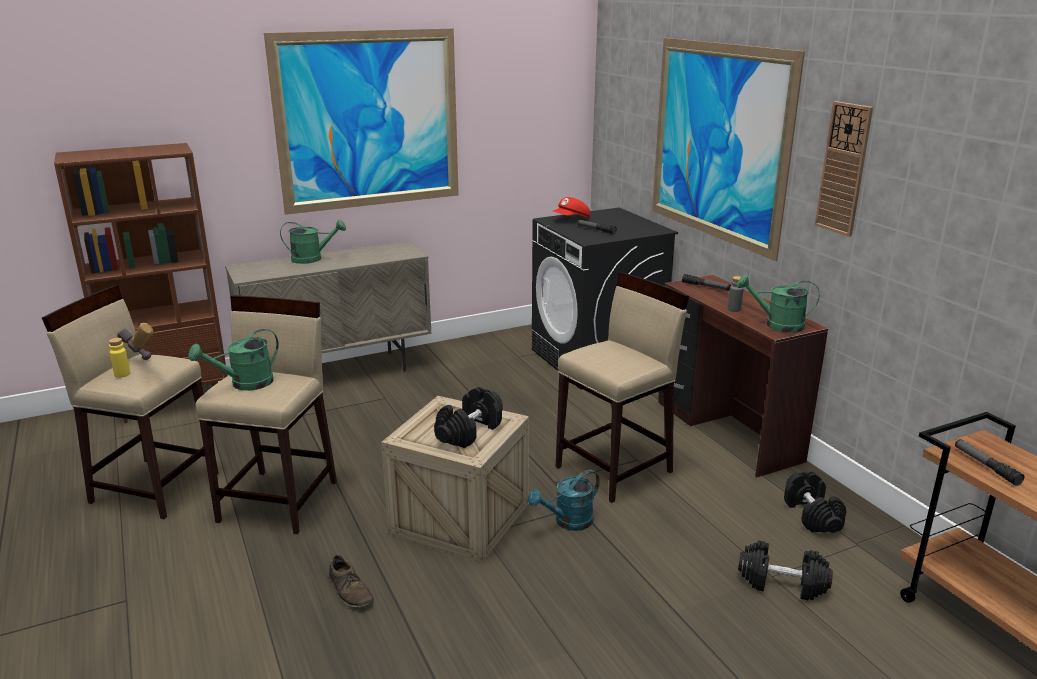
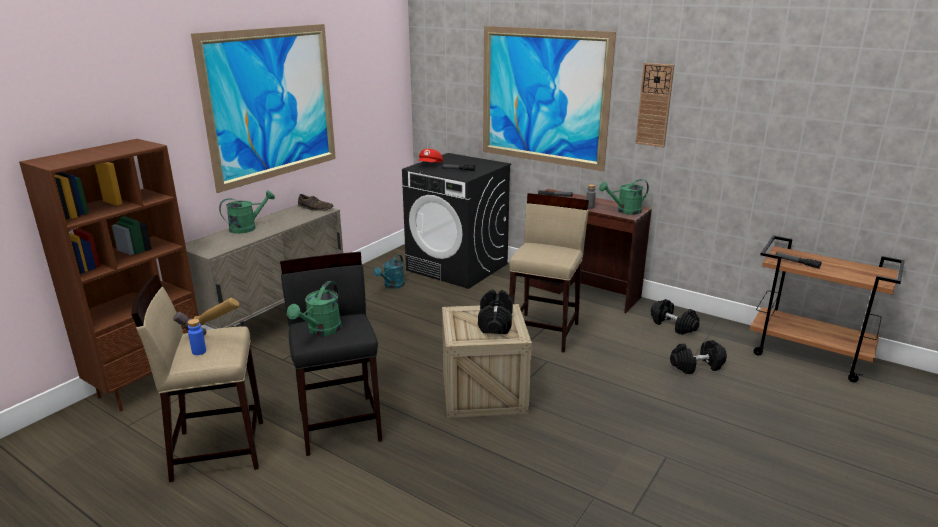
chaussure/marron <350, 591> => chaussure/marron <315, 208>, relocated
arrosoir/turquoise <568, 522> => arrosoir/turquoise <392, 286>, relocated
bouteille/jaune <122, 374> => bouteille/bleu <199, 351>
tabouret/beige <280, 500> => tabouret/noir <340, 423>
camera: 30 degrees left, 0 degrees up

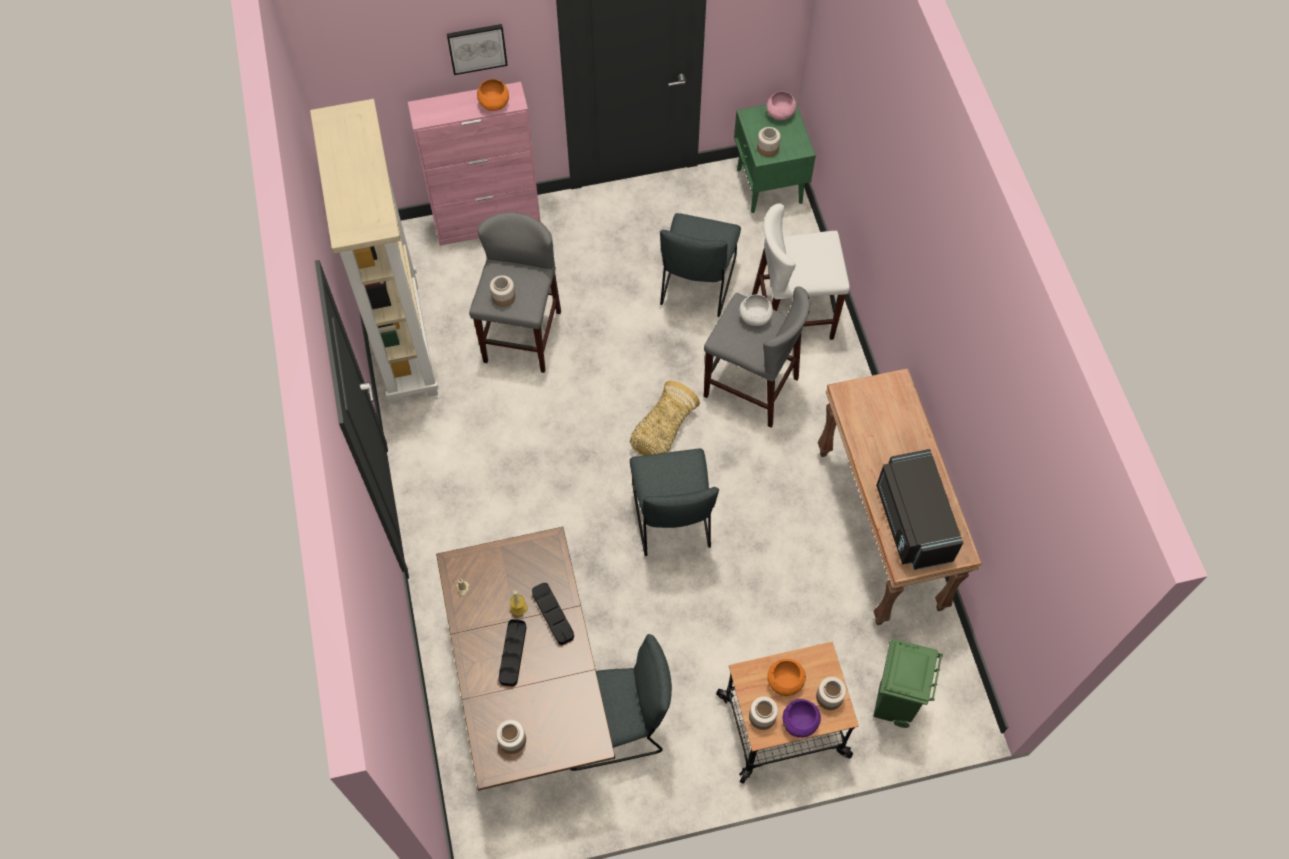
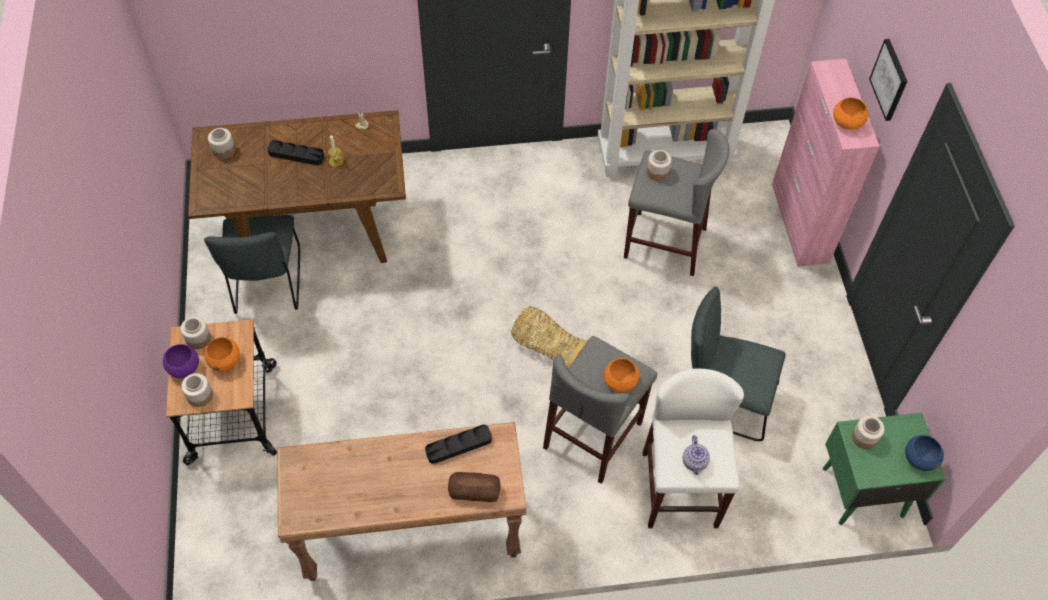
chaise/gris <672, 519> => nothing
poubelle/vert <892, 705> => nothing
micro-ondes/noir <911, 521> => nothing
nothing => pain <474, 491>
nothing => théière <695, 462>
plateau/noir <553, 615> => plateau/noir <458, 446>, relocated
bol/blanc <755, 317> => bol/orange <619, 382>
bol/rose <780, 114> => bol/bleu <919, 458>
camera: 95 degrees right, 5 degrees down

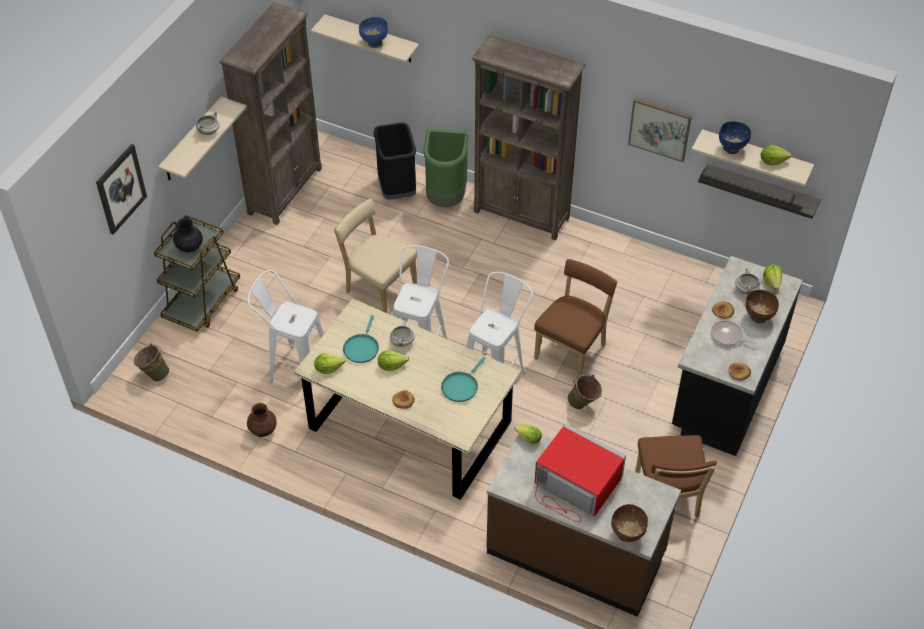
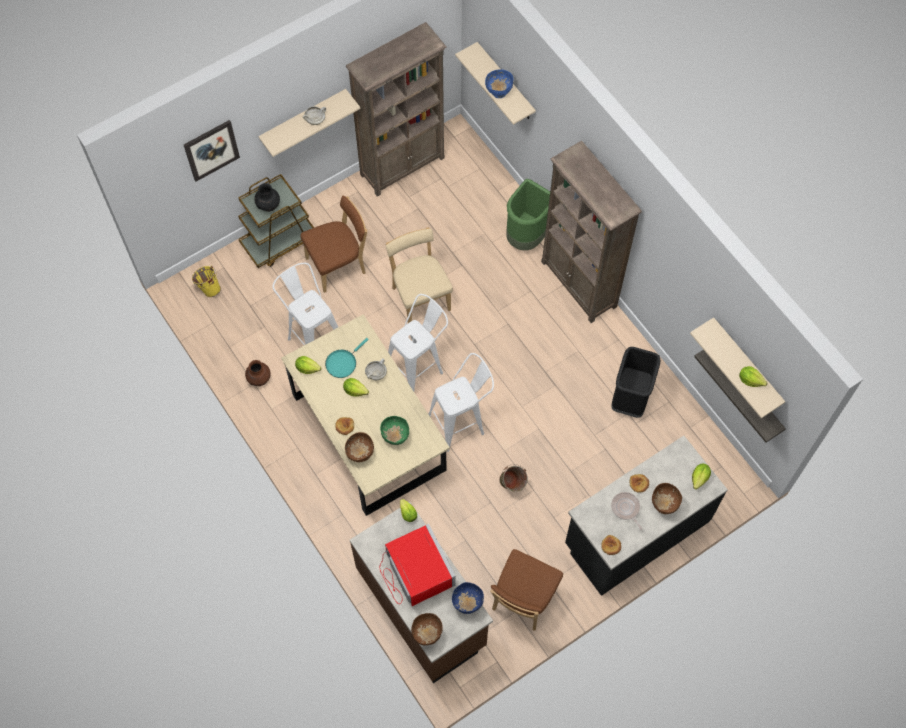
tableau <659, 129> => nothing
marmite/blanc <746, 290> => nothing
nothing => bol/marron <360, 454>
poubelle/noir <397, 189> => poubelle/noir <630, 399>, relocated
chaise/marron <572, 350> => chaise/marron <338, 265>, relocated
bol/bleu <731, 149> => bol/bleu <467, 603>, relocated
poêle/turquoise <461, 386> => bol/vert <395, 437>
seau/vert <154, 374> => seau/jaune <209, 288>
camera: 30 degrees right, 15 degrees up

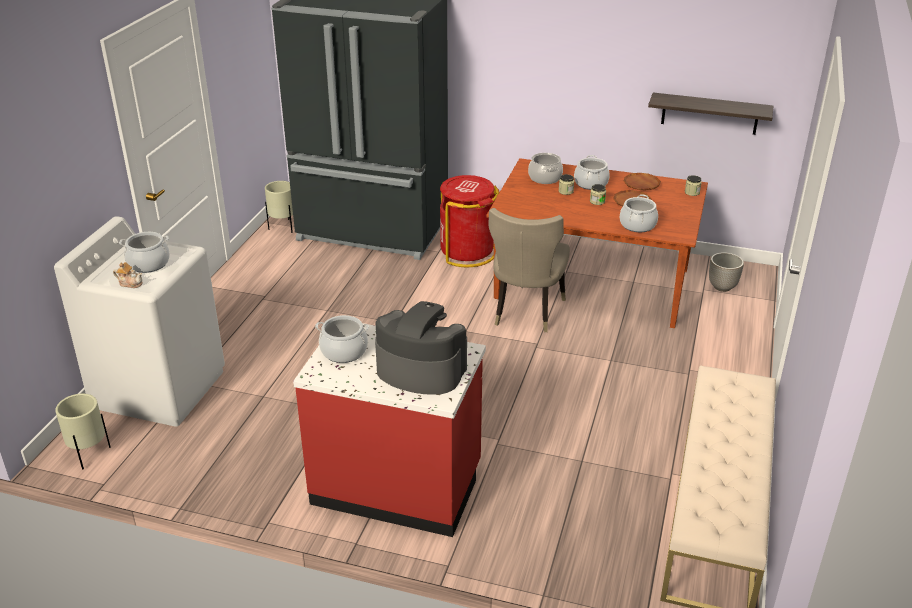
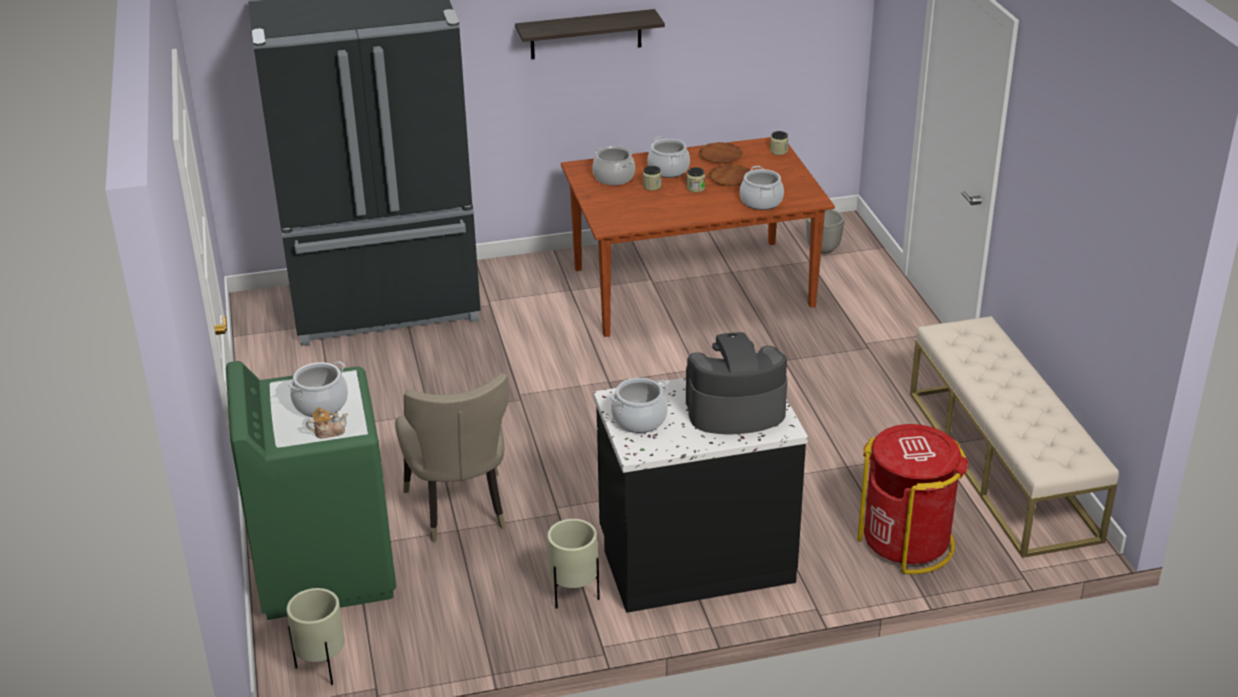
cache-pot/beige <283, 227> => cache-pot/beige <574, 595>, relocated
poubelle/rouge <467, 252> => poubelle/rouge <907, 542>, relocated
chaise/beige <525, 313> => chaise/beige <460, 510>, relocated
étagère <709, 113> => étagère <586, 34>, relocated
lave-linge/blanc <160, 388> => lave-linge/vert <324, 567>
comptoir de cuisine/rouge <397, 485> => comptoir de cuisine/noir <695, 559>
camera: 30 degrees left, 0 degrees up

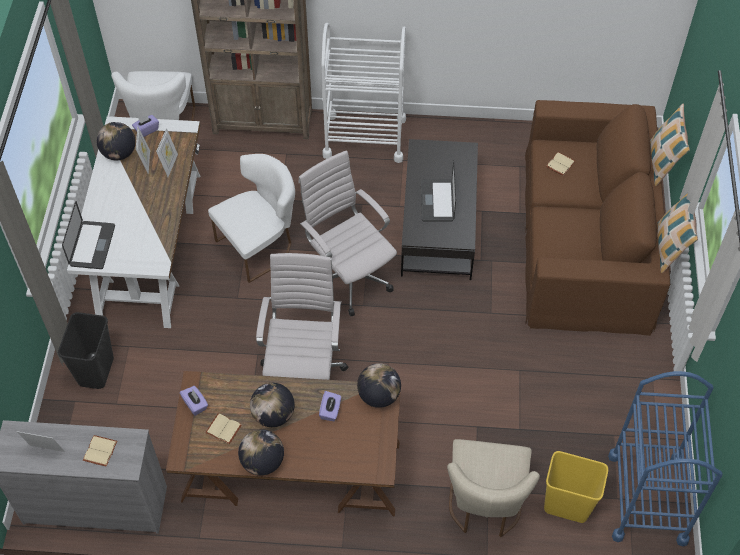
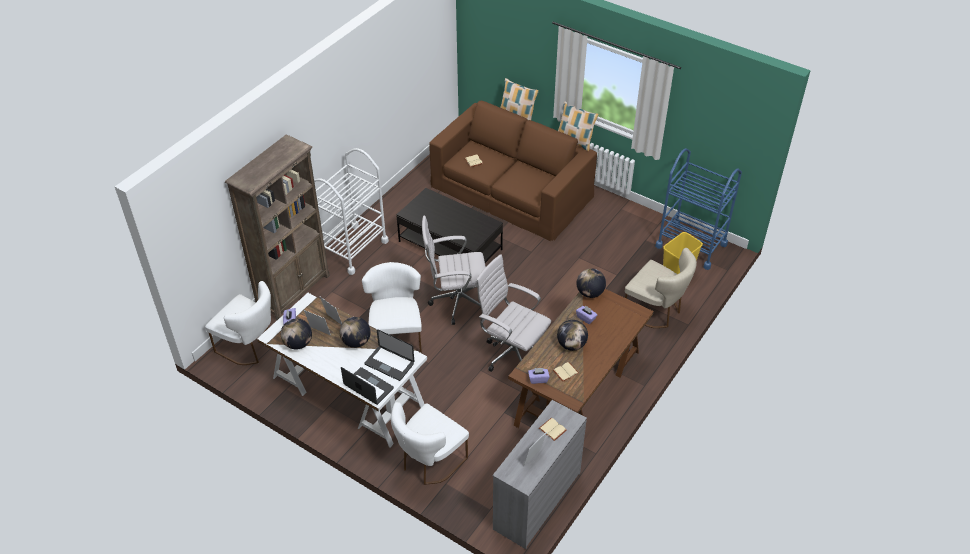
globe <262, 462> => globe <356, 342>, relocated
ordinateur portable <437, 201> => ordinateur portable <389, 364>, relocated
poubelle/noir <95, 370> => chaise/blanc <429, 462>
camera: 60 degrees left, 10 degrees down

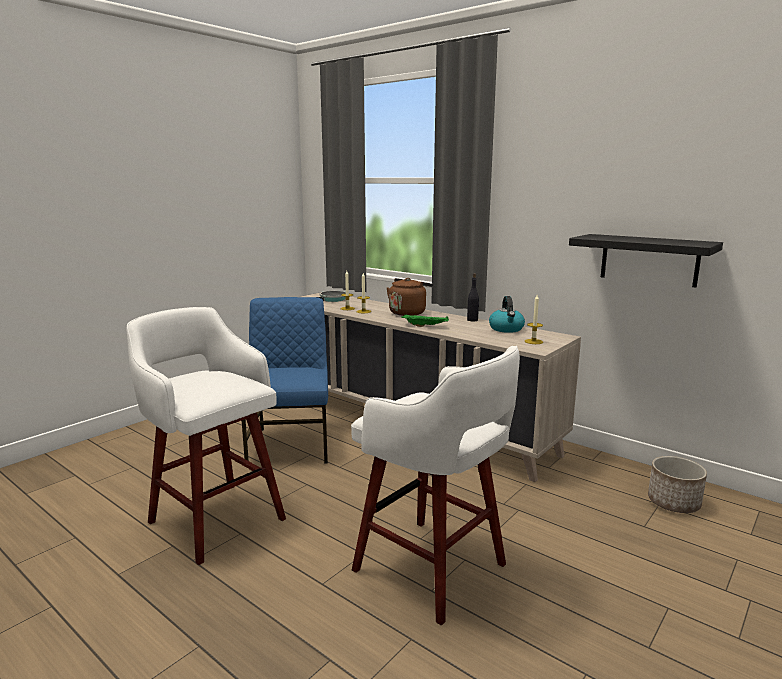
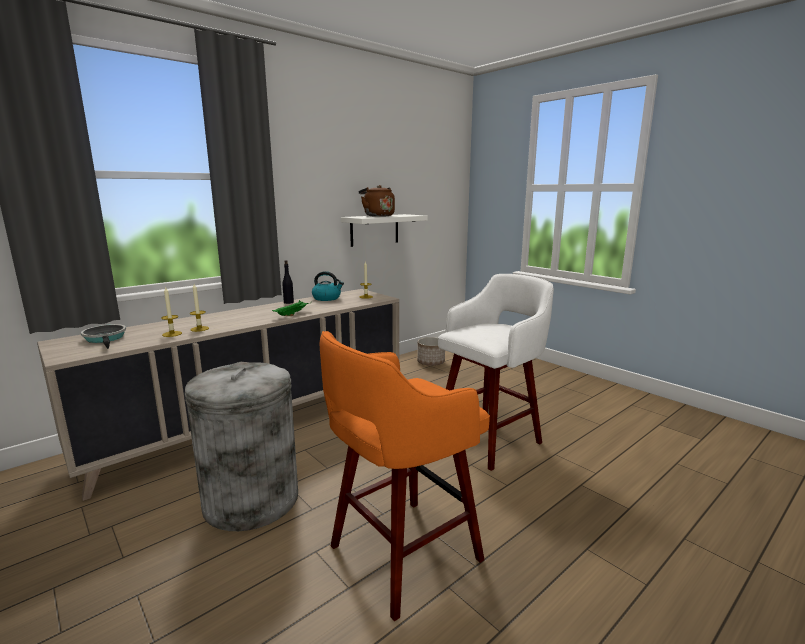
bouilloire/marron <408, 313> => bouilloire/marron <377, 216>, relocated
chaise/bleu <290, 444> => poubelle/gris <251, 499>
tabouret/blanc <215, 518> => tabouret/orange <401, 555>
étagère/noir <649, 260> => étagère/blanc <374, 230>
camera: 80 degrees left, 0 degrees up

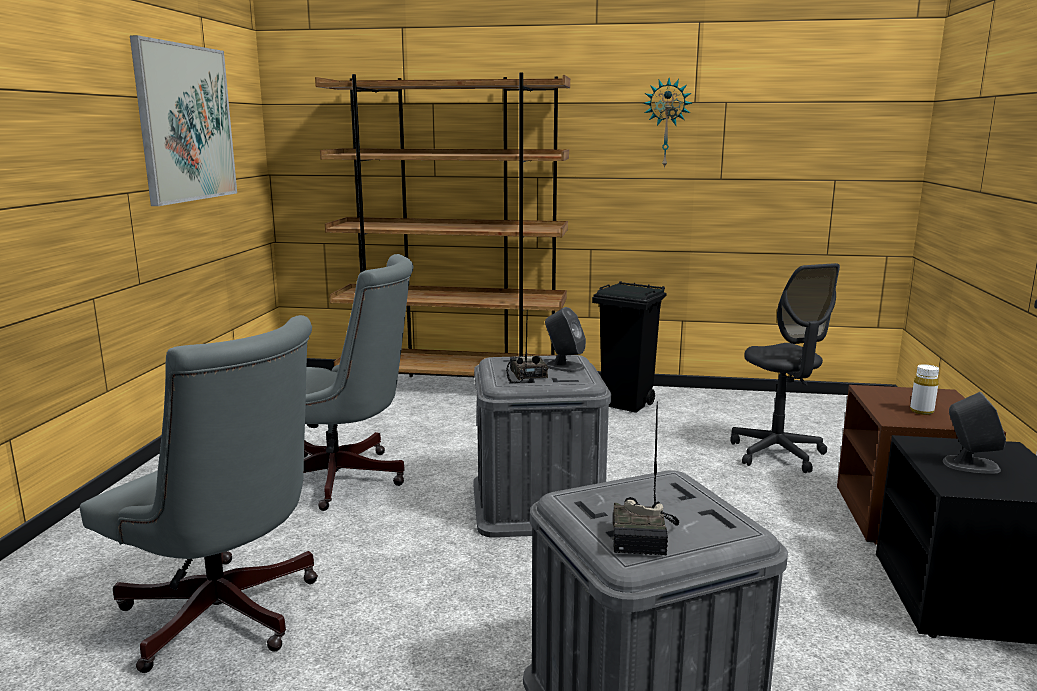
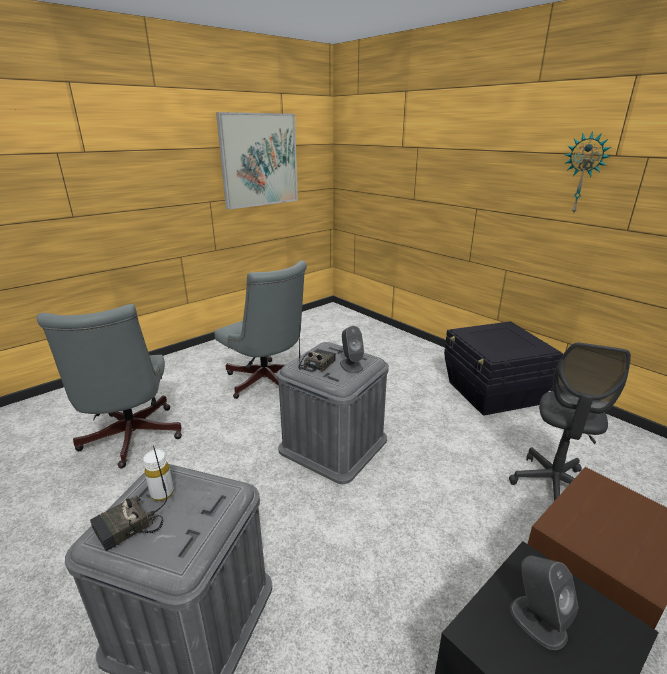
bibliothèque/marron <452, 387> => nothing
bouteille/blanc <921, 411> => bouteille/blanc <162, 493>, relocated
poubelle/noir <627, 404> => boîte de rangement/noir <492, 393>
camera: 40 degrees right, 10 degrees up

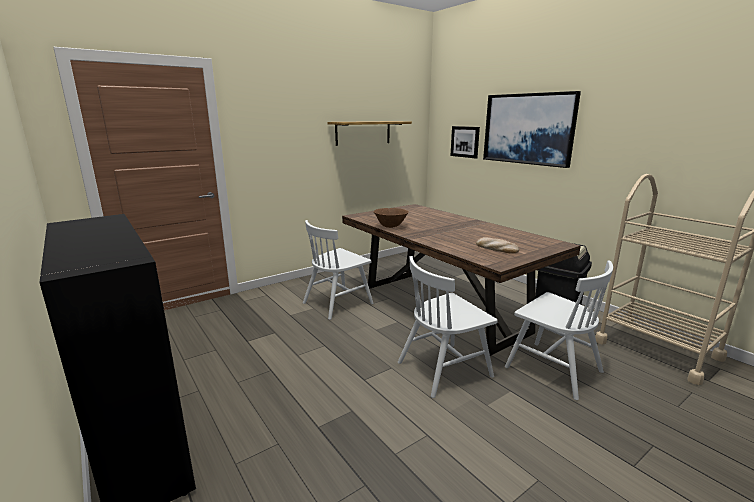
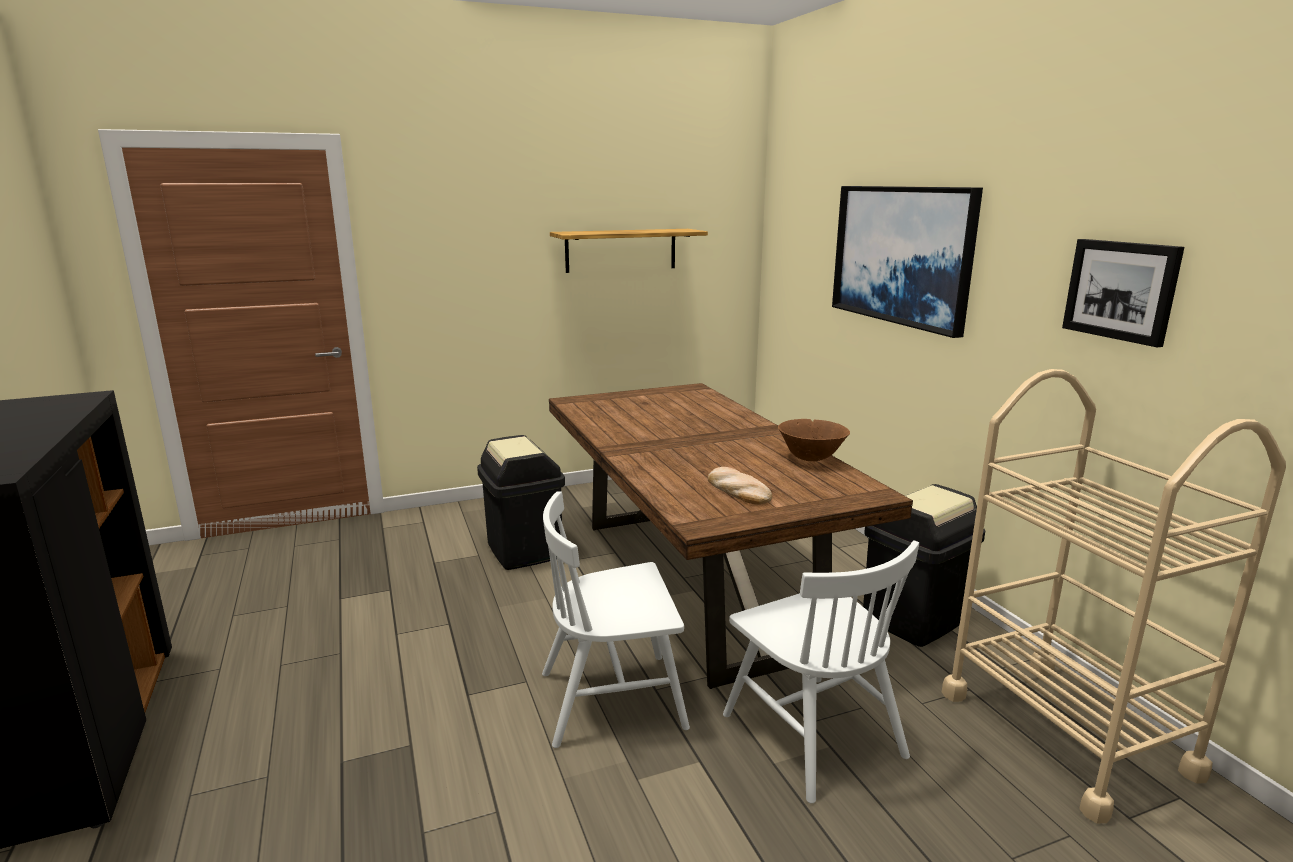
bol/marron <390, 227> => bol/marron <810, 459>, relocated
tableau <465, 141> => tableau <1121, 290>, relocated
chaise/blanc <338, 303> => poubelle/noir <523, 551>
camera: 15 degrees right, 0 degrees up

